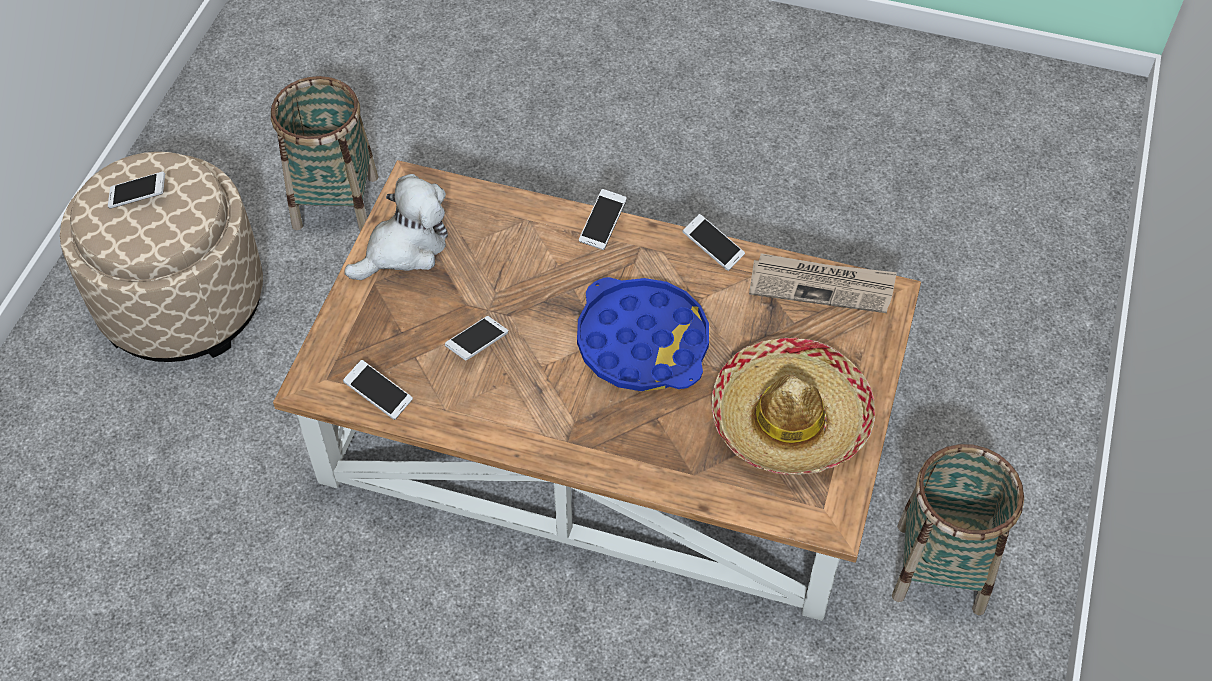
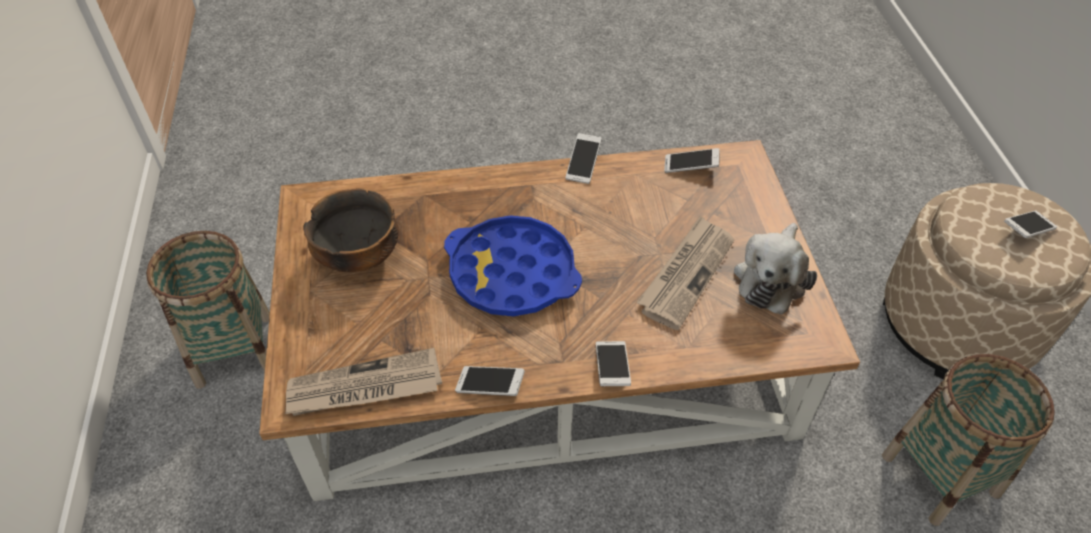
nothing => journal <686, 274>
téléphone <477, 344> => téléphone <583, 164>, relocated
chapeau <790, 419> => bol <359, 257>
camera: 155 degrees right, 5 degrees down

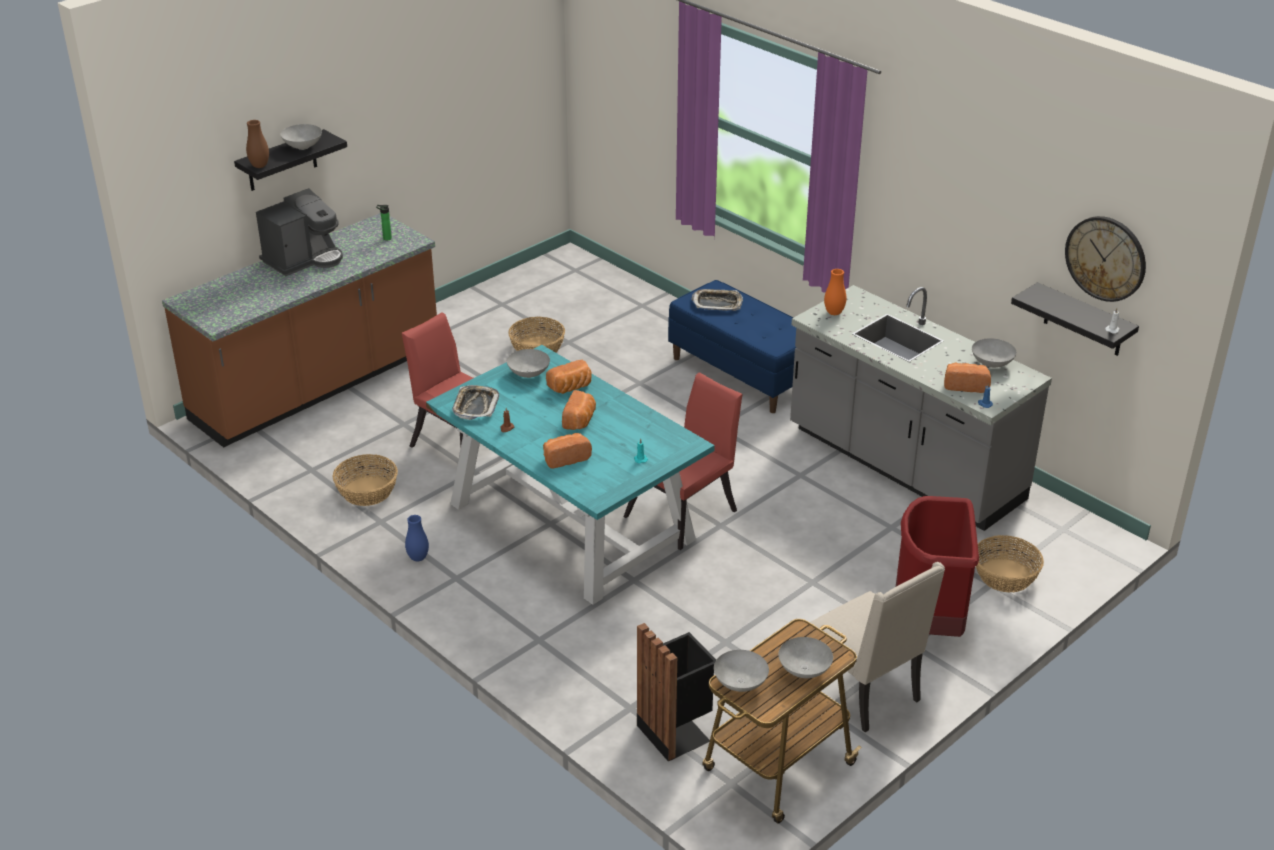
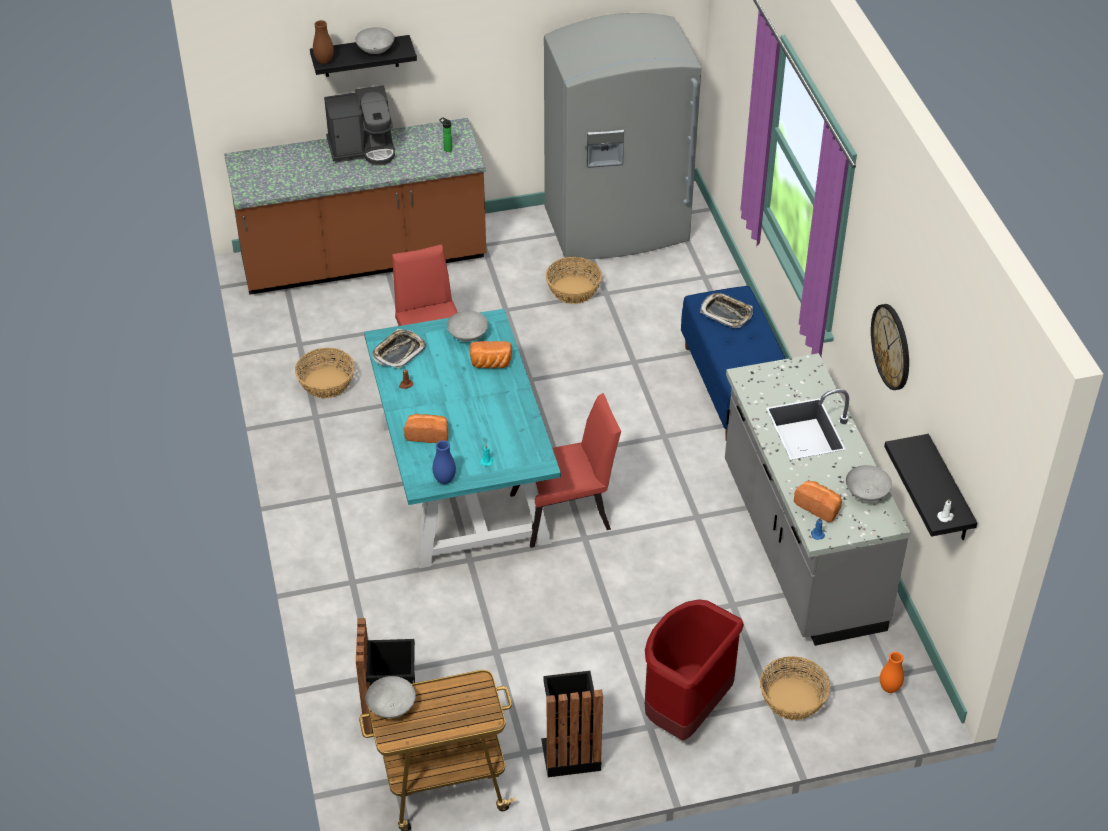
pain <580, 420> => nothing
bol/gris <805, 670> => nothing
nothing => réfrigérateur/gris <617, 227>
vase/bleu <418, 558> => vase/bleu <444, 480>, relocated
vase/orange <834, 313> => vase/orange <889, 688>, relocated
horloge murale <1106, 258> => horloge murale <891, 346>, relocated
chaise/beige <864, 692> => poubelle/noir <569, 751>
camera: 30 degrees right, 10 degrees up

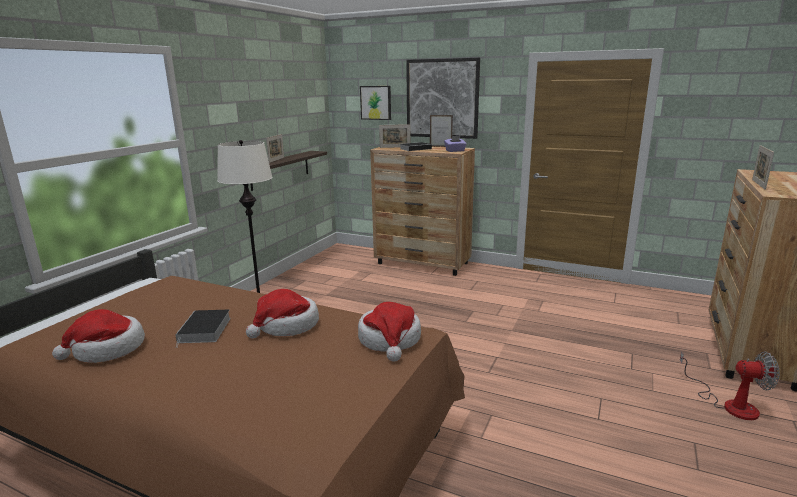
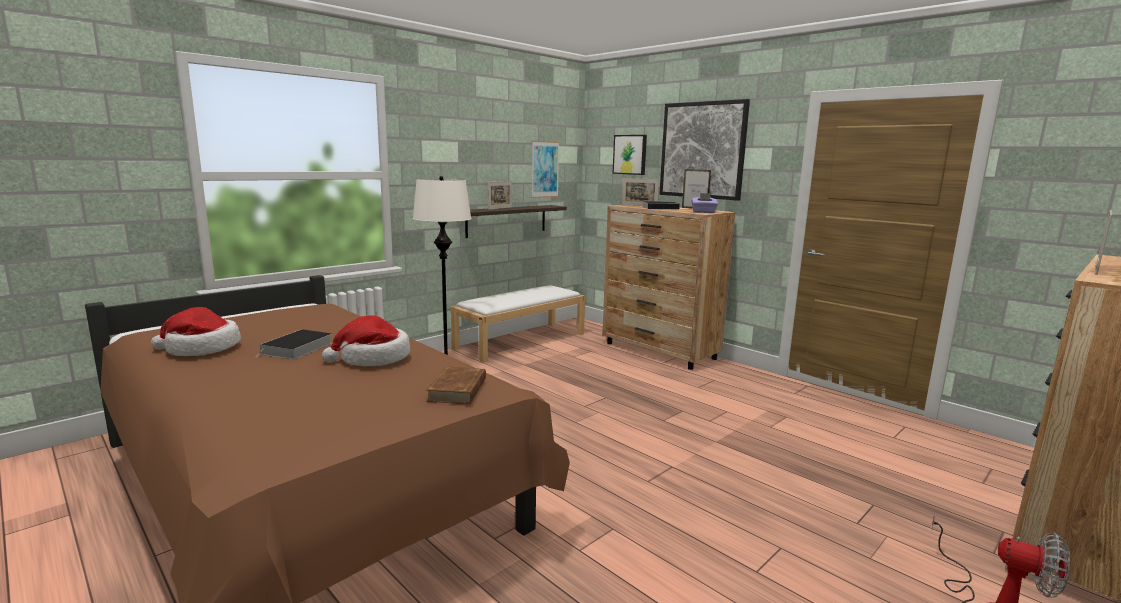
nothing => banc/blanc <521, 340>
nothing => tableau <545, 169>
chapeau <390, 340> => livre/marron <458, 389>
camera: 20 degrees right, 5 degrees down

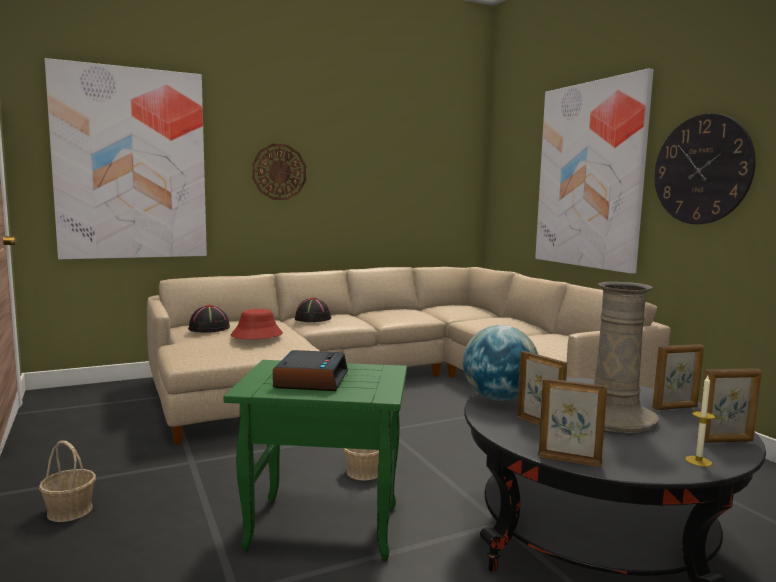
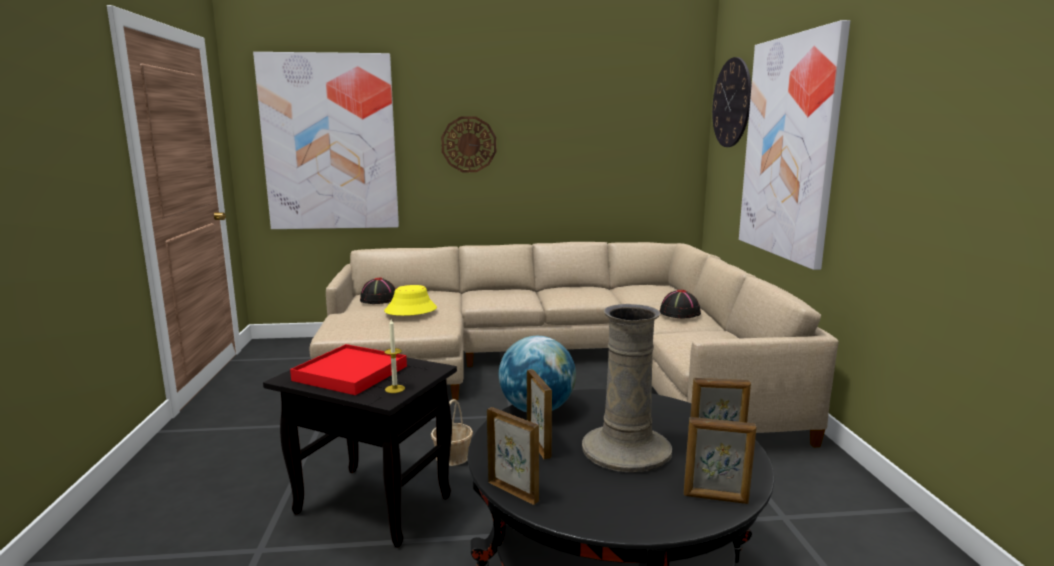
panier <70, 510> => nothing
chapeau/noir <312, 319> => chapeau/noir <679, 313>, relocated
horloge murale <702, 170> => horloge murale <732, 103>, relocated
bougie <698, 461> => bougie <395, 389>, relocated
réveil <311, 380> => plateau/rouge <350, 373>
table d'appoint/vert <320, 528> => table d'appoint/noir <370, 505>
chapeau/rouge <256, 335> => chapeau/jaune <410, 310>
camera: 20 degrees right, 5 degrees up

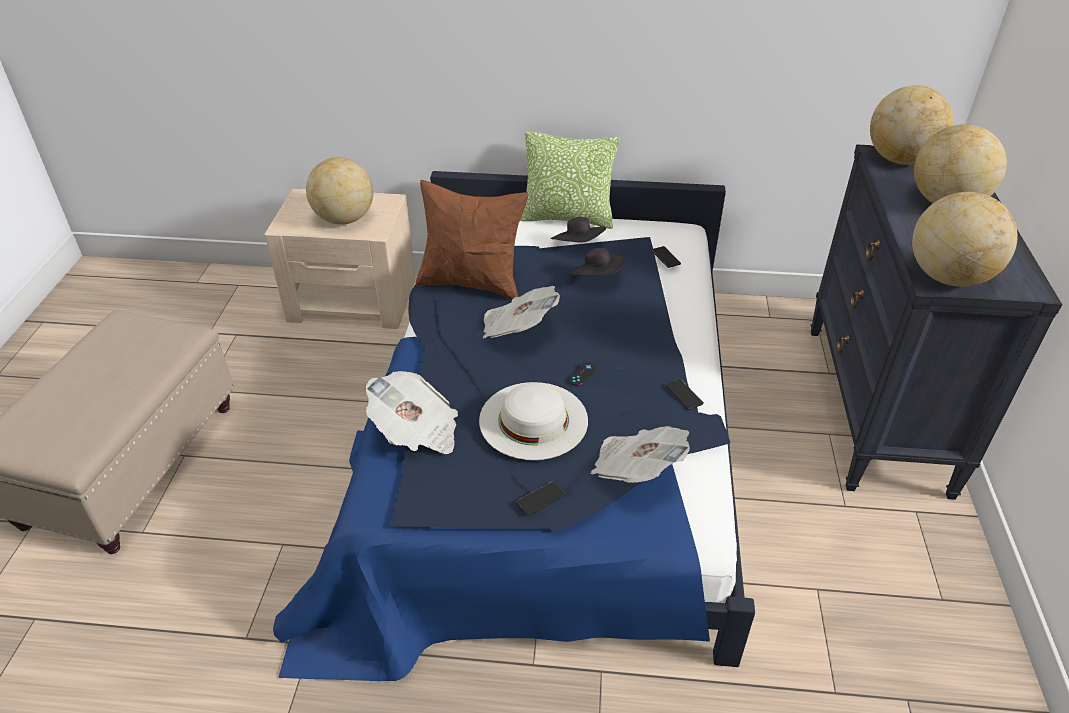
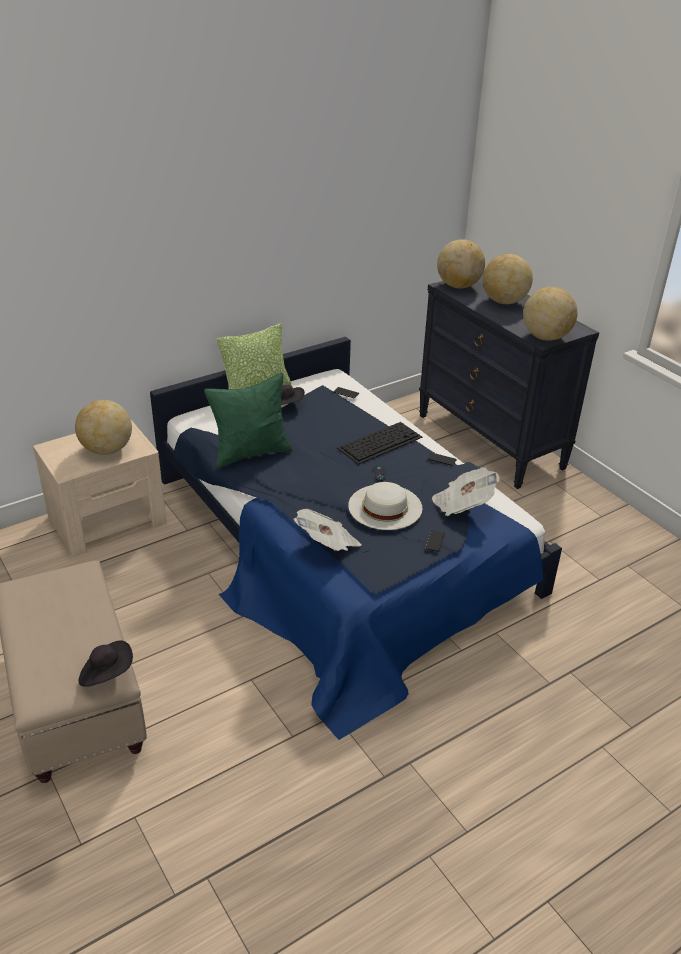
journal <518, 328> => nothing
nothing => clavier <380, 442>
chapeau/noir <597, 278> => chapeau/noir <107, 674>, relocated
coussin/marron <472, 283> => coussin/vert <251, 453>
camera: 40 degrees left, 5 degrees down

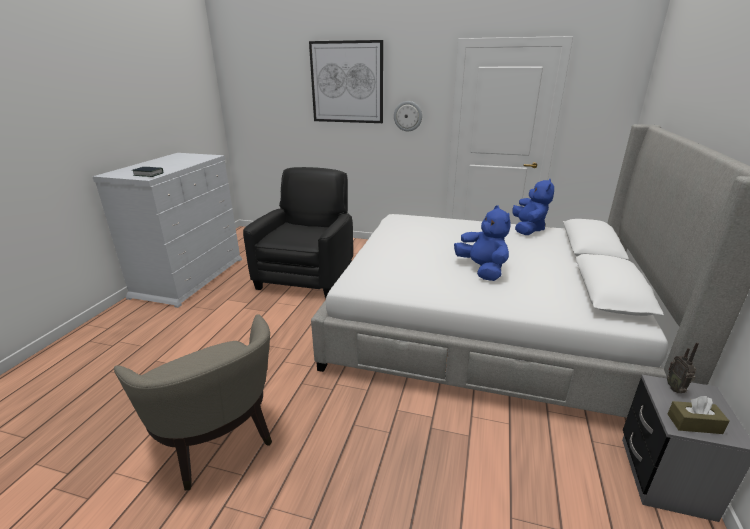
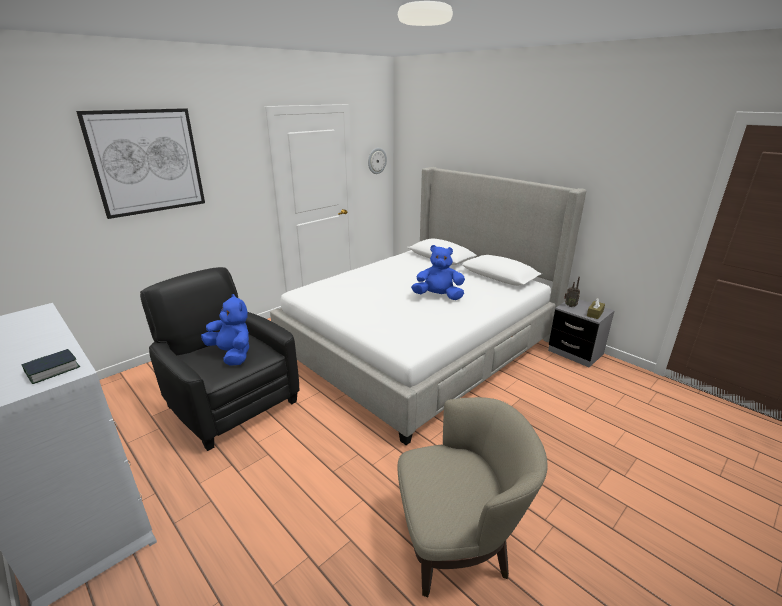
horloge murale <408, 116> => horloge murale <376, 161>, relocated
peluche/bleu <528, 229> => peluche/bleu <232, 354>, relocated
camera: 60 degrees left, 0 degrees up

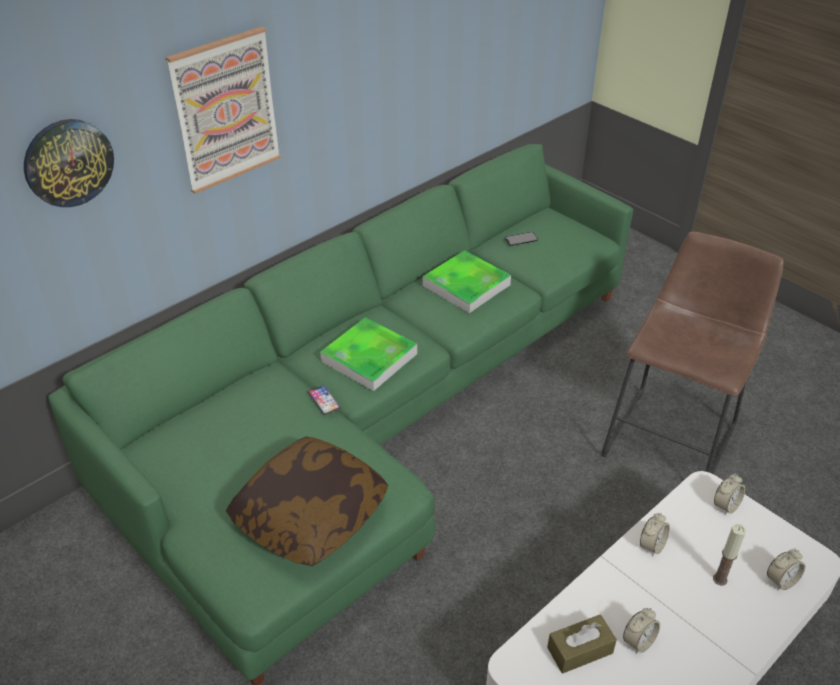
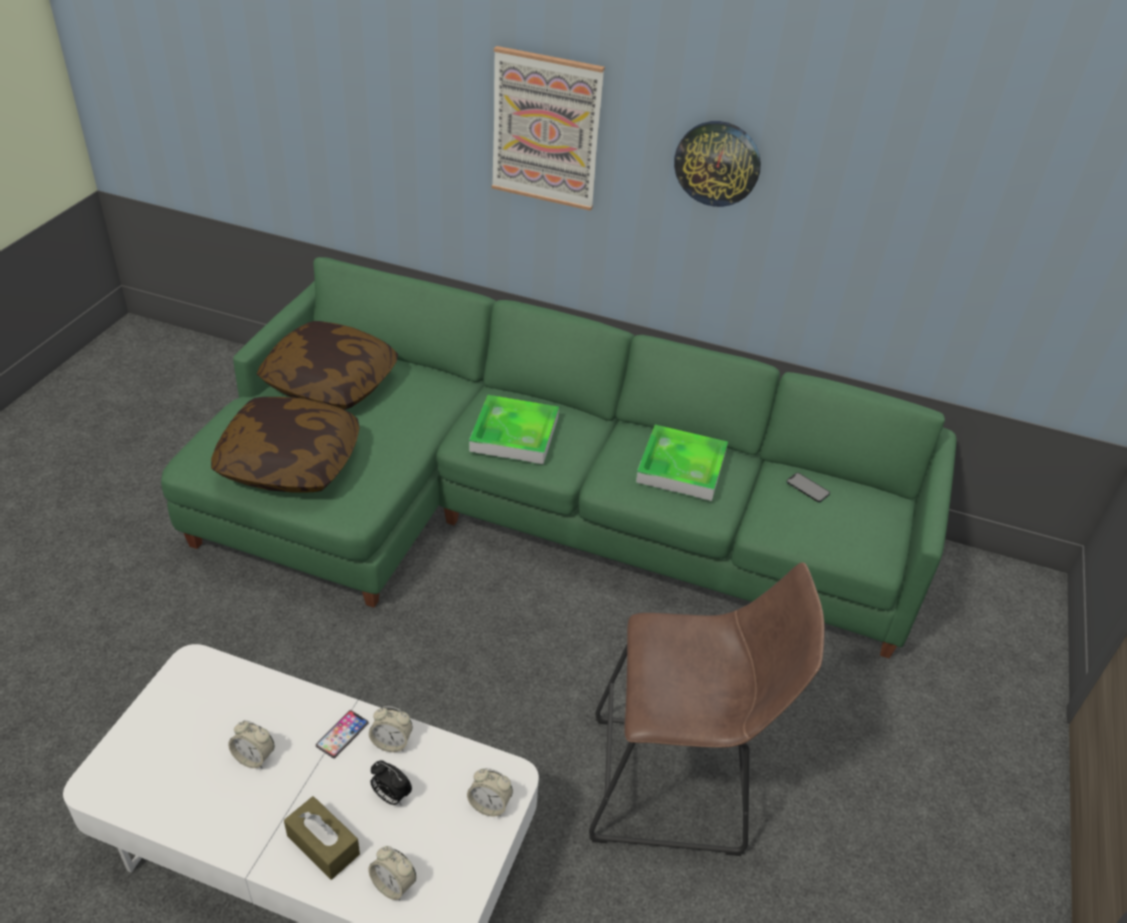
bougie <719, 579> => nothing
nothing => coussin <331, 383>
nothing => réveil <391, 796>
horloge murale <68, 162> => horloge murale <717, 163>, relocated
téléphone <324, 400> => téléphone <342, 734>, relocated
boîte à mouchoirs/marron <580, 650> => boîte à mouchoirs/marron <323, 845>, relocated
camera: 60 degrees right, 0 degrees up

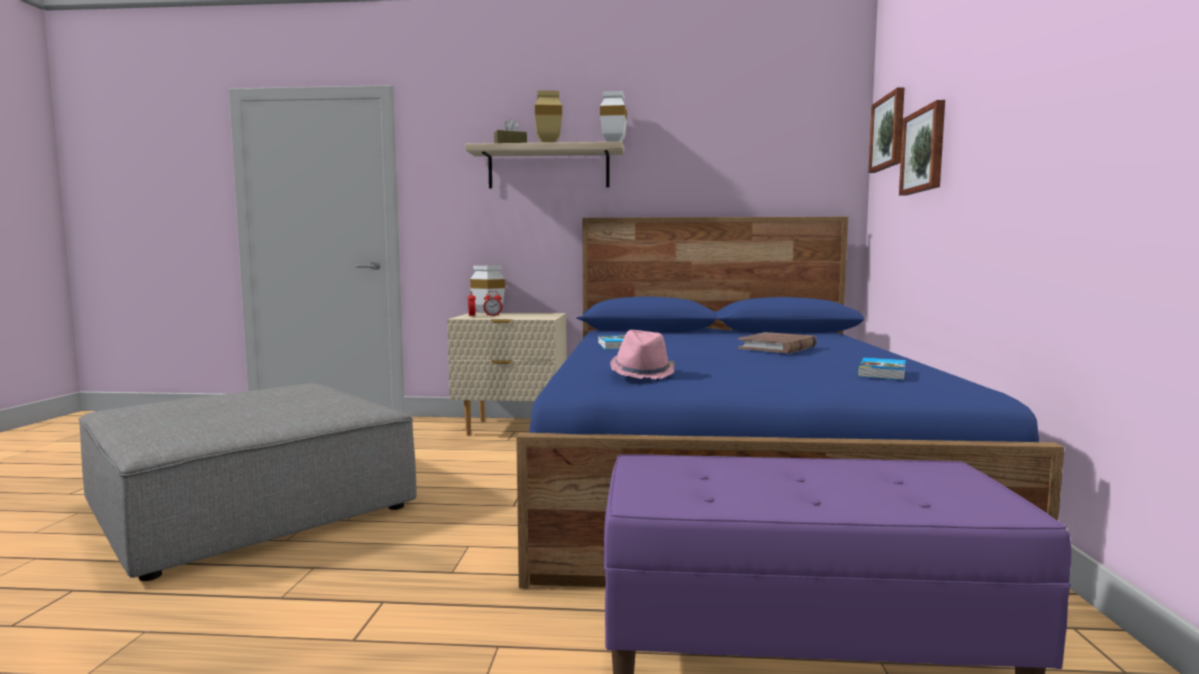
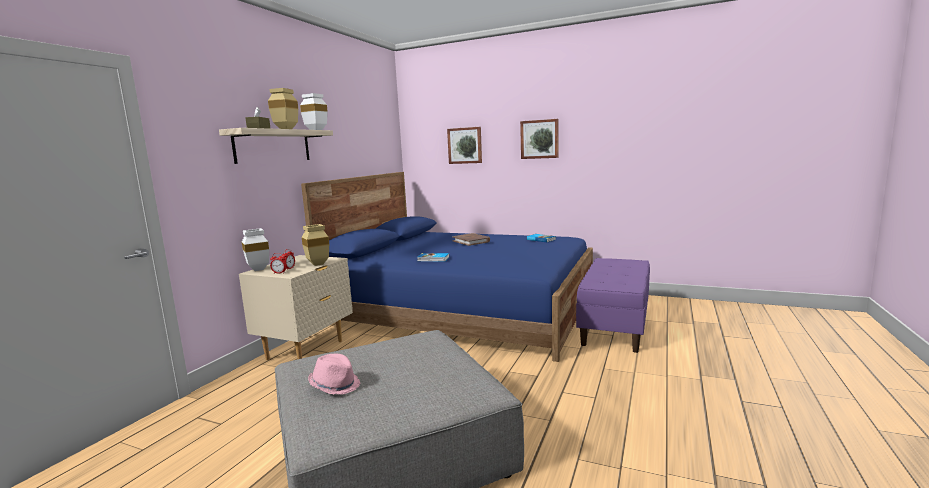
nothing => vase/beige <319, 264>
chapeau/rose <642, 373> => chapeau/rose <335, 385>, relocated
tableau <888, 132> => tableau <539, 139>, relocated
camera: 70 degrees left, 5 degrees up

